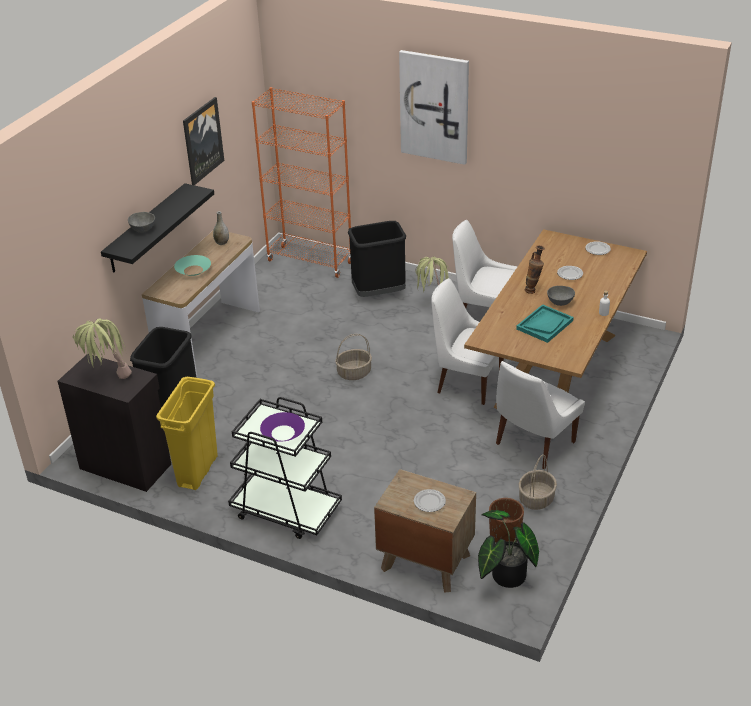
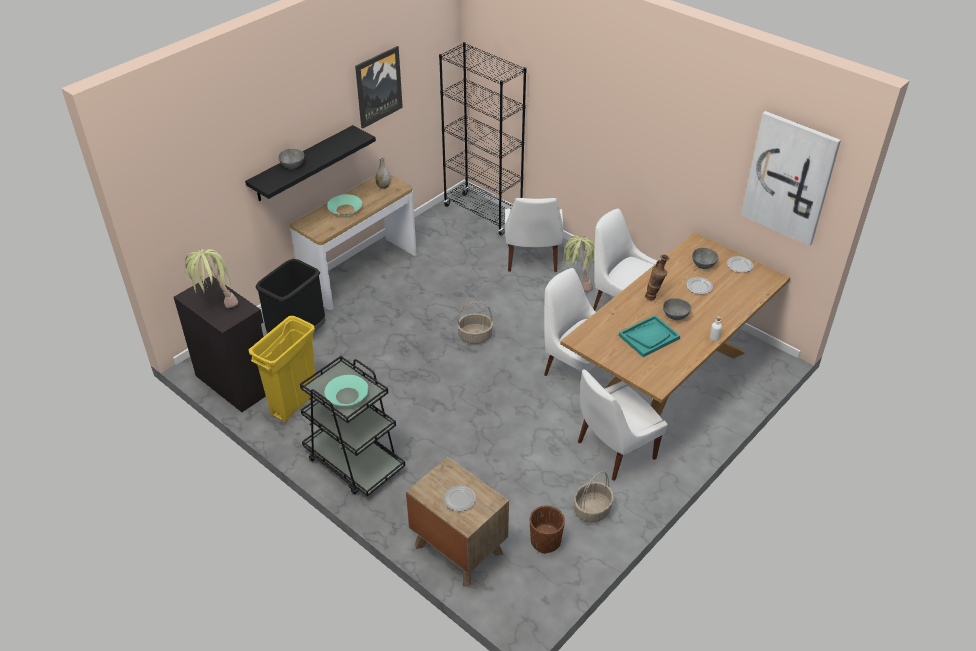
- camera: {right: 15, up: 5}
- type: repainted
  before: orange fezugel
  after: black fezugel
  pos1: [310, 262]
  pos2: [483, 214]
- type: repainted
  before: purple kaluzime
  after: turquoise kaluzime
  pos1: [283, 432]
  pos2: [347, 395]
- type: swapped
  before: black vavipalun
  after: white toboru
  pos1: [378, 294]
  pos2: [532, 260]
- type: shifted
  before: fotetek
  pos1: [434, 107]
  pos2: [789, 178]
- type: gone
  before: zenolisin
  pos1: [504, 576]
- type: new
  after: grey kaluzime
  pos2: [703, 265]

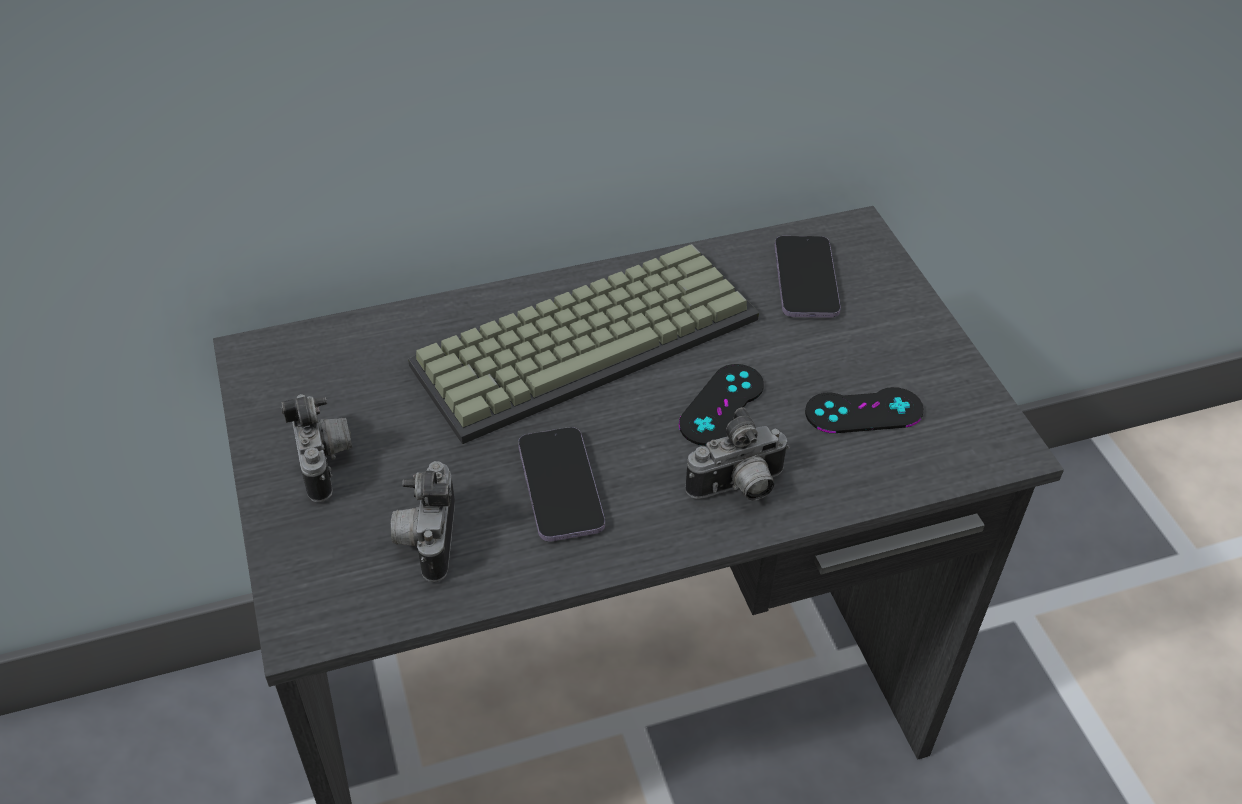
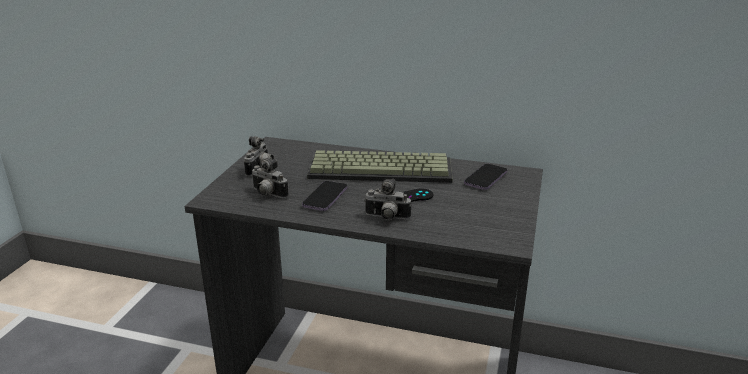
- camera: {right: 35, up: -20}
- type: rotated
  before: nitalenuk
  pos1: [427, 539]
  pos2: [267, 194]
  turn: -90
- type: gone
  before: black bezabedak
  pos1: [864, 411]

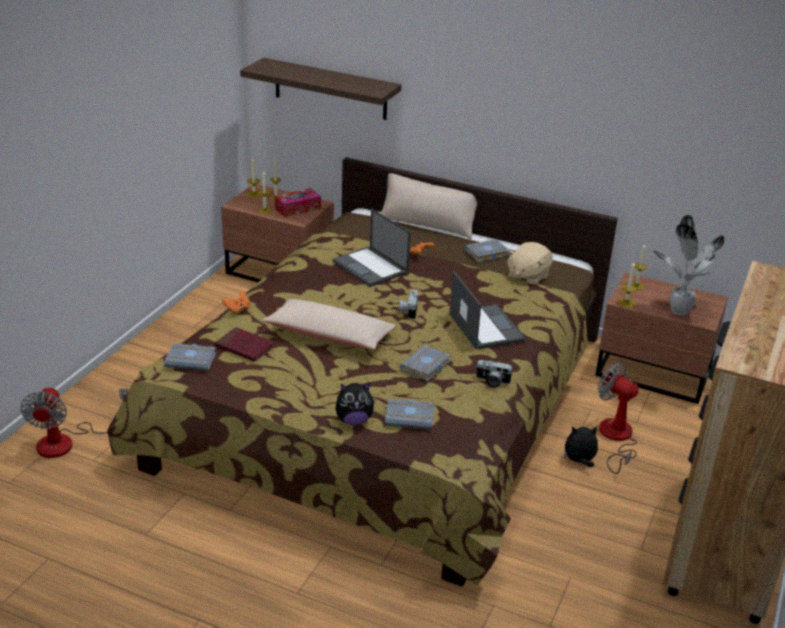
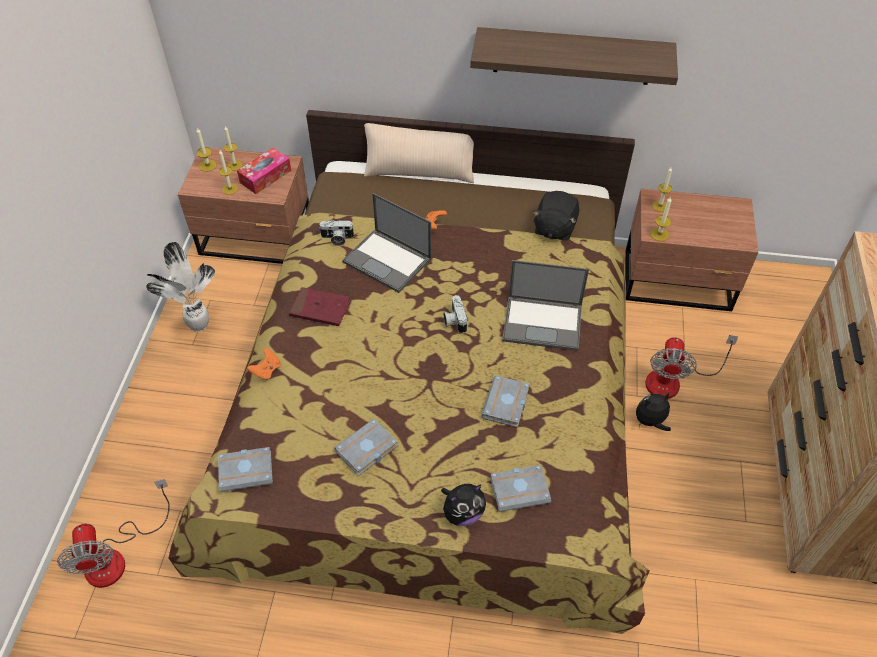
- camera: {right: -15, up: 20}
- type: shifted
  before: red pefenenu
  pos1: [245, 347]
  pos2: [320, 309]
- type: shifted
  before: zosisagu
  pos1: [330, 89]
  pos2: [572, 56]
- type: gone
  before: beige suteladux
  pos1: [329, 335]
- type: rotated
  before: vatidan
  pos1: [485, 327]
  pos2: [543, 322]
  turn: 135
- type: shifted
  before: grey pefenenu
  pos1: [486, 254]
  pos2: [366, 451]
- type: shifted
  before: nitalenuk
  pos1: [492, 381]
  pos2: [337, 239]
- type: repainted
  before: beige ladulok
  after: black ladulok
  pos1: [527, 277]
  pos2: [554, 229]
- type: rotated
  before: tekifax
  pos1: [616, 438]
  pos2: [673, 380]
  turn: -105
- type: shifted
  before: zenolisin
  pos1: [678, 311]
  pos2: [197, 326]

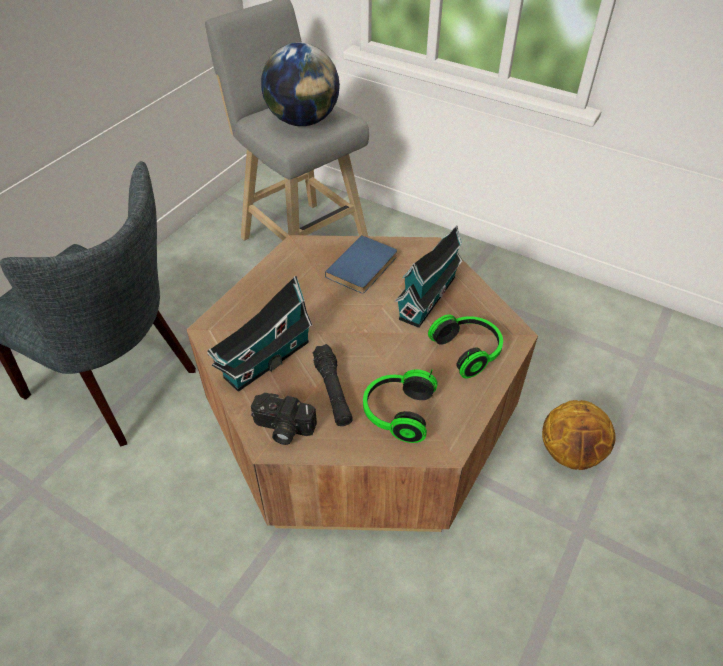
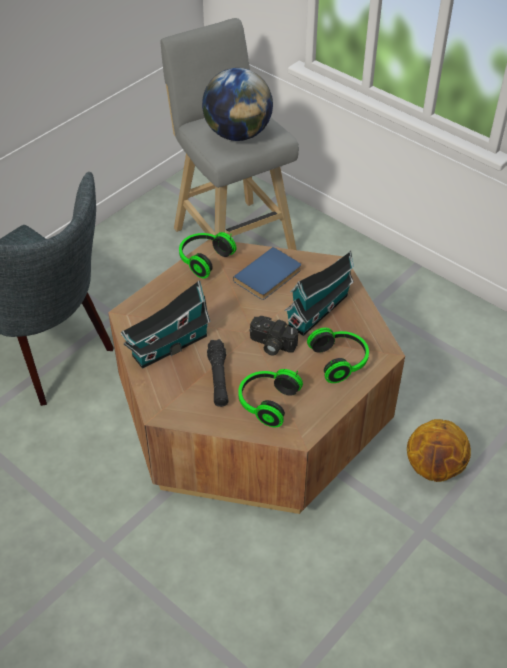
- camera: {right: 10, up: 0}
- type: shifted
  before: nitalenuk
  pos1: [282, 429]
  pos2: [271, 345]
- type: new
  after: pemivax
  pos2: [203, 259]

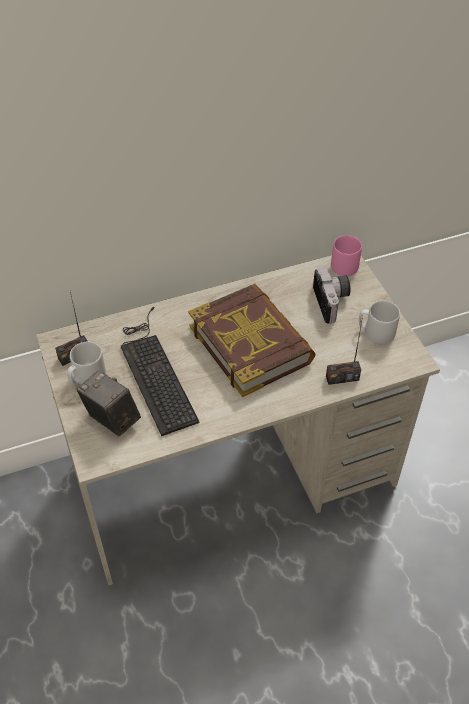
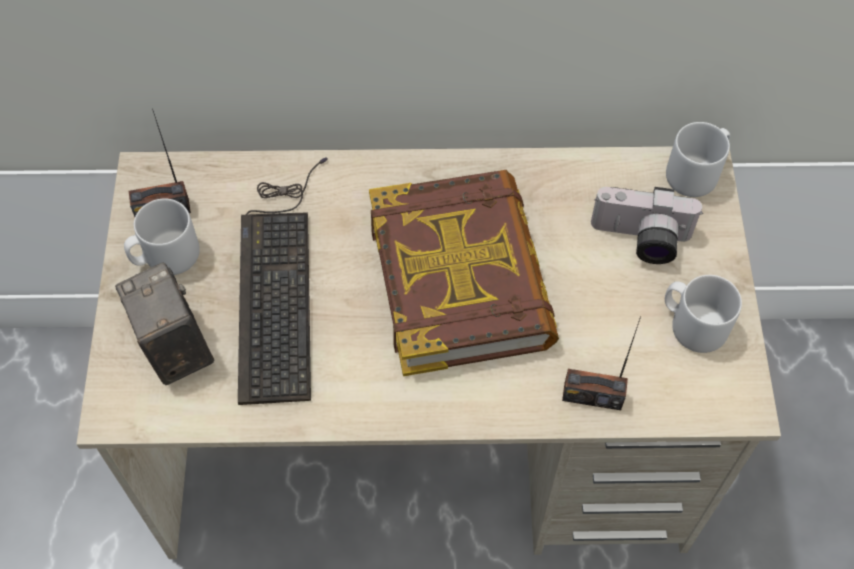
- camera: {right: 20, up: 10}
- type: rotated
  before: nitalenuk
  pos1: [333, 302]
  pos2: [640, 240]
  turn: 90
- type: repainted
  before: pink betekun
  after: grey betekun
  pos1: [346, 264]
  pos2: [696, 173]

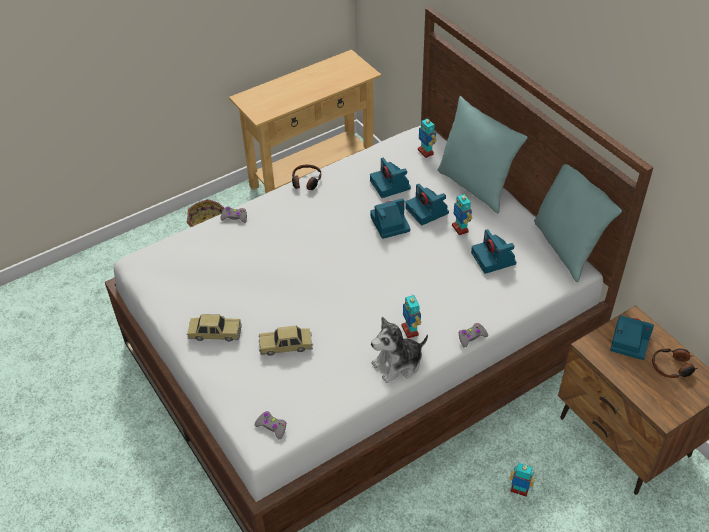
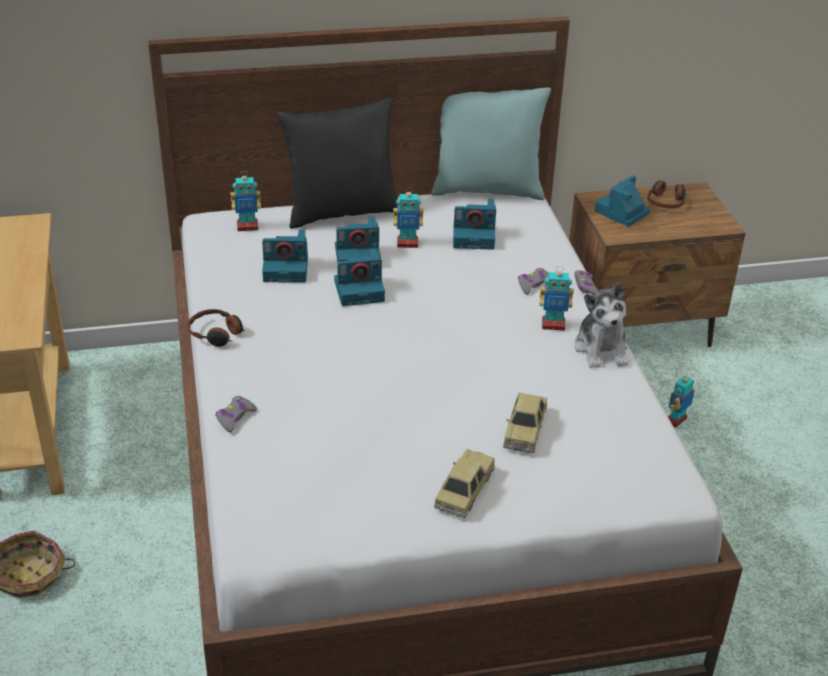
- camera: {right: -70, up: -10}
- type: shifted
  before: grey bezabedak
  pos1: [272, 427]
  pos2: [534, 285]
- type: rotated
  before: nitalenuk
  pos1: [389, 224]
  pos2: [360, 290]
  turn: -105
- type: repainted
  before: turquoise suteladux
  after: black suteladux
  pos1: [475, 186]
  pos2: [342, 212]

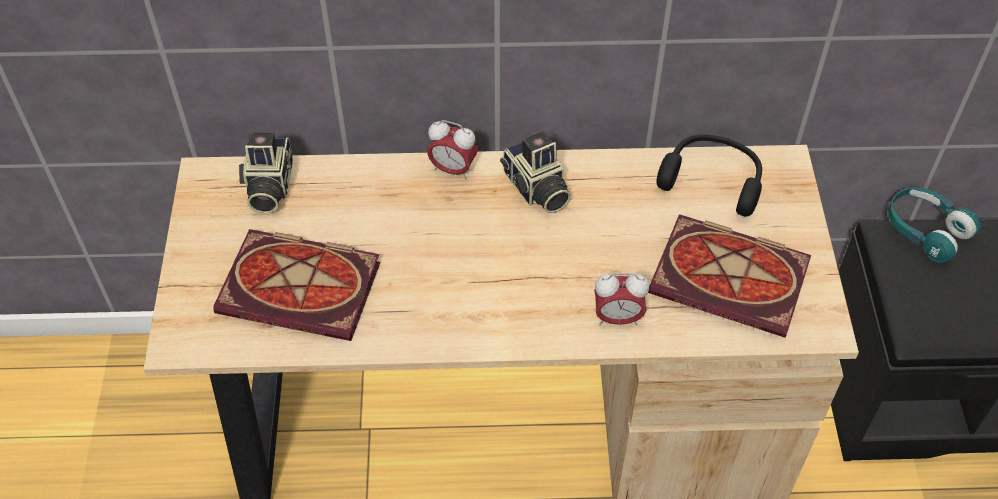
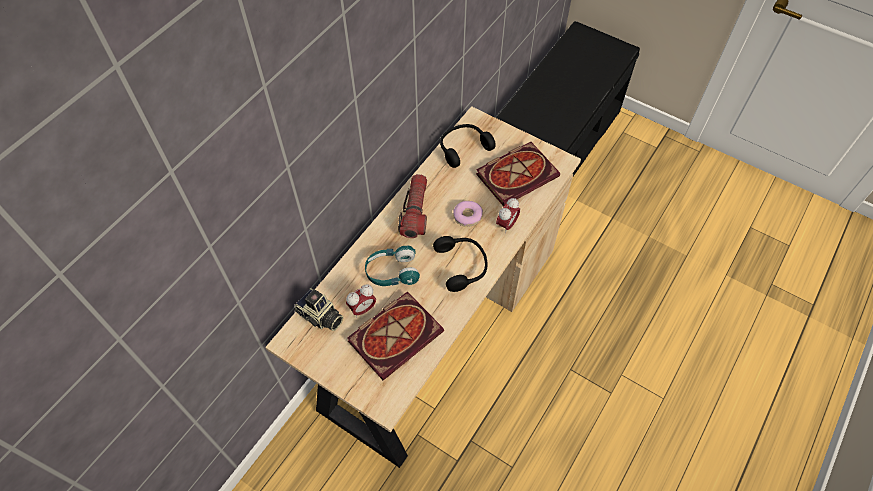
- camera: {right: -55, up: 5}
- type: shifted
  before: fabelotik
  pos1: [453, 169]
  pos2: [362, 309]
- type: swapped
  before: nitalenuk
  after: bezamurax
  pos1: [536, 189]
  pos2: [415, 211]
- type: shifted
  before: turquoise pemivax
  pos1: [925, 231]
  pos2: [392, 272]
- type: new
  after: black pemivax
  pos2: [462, 266]
- type: new
  after: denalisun
  pos2: [467, 216]

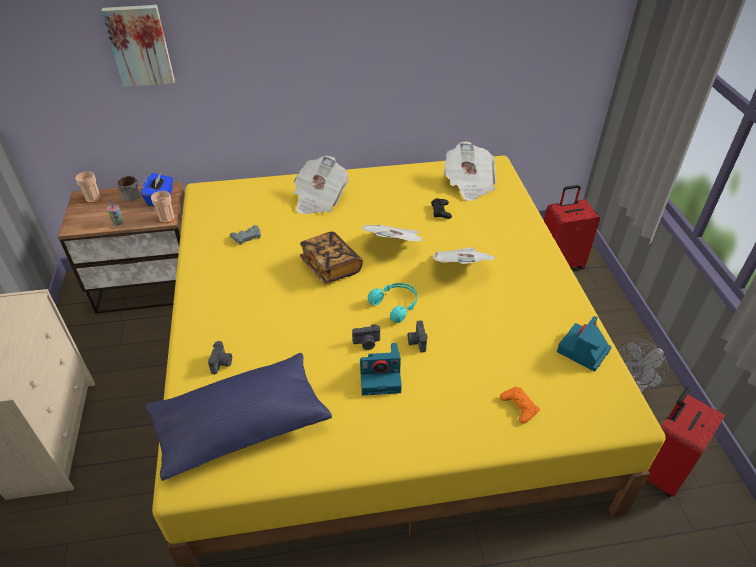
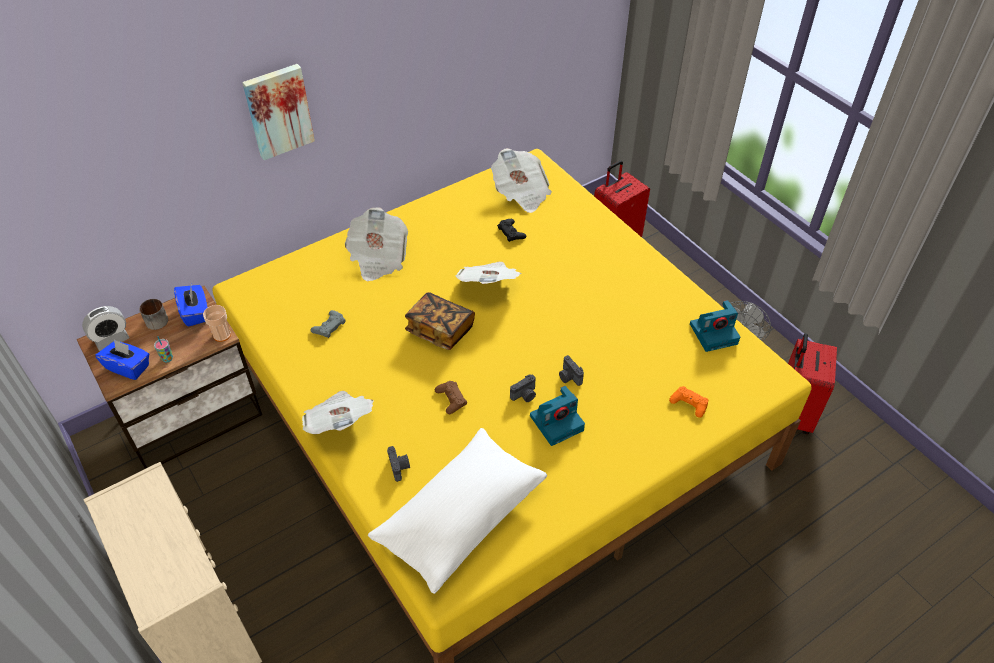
- camera: {right: -25, up: 5}
- type: swapped
  before: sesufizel
  after: fabelotik
  pos1: [93, 198]
  pos2: [112, 339]
- type: shifted
  before: fotetek
  pos1: [140, 45]
  pos2: [278, 111]
- type: repainted
  before: blue suteladux
  after: white suteladux
  pos1: [241, 425]
  pos2: [460, 517]
- type: gone
  before: turquoise pemivax
  pos1: [396, 305]
- type: shifted
  before: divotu
  pos1: [461, 268]
  pos2: [339, 423]
- type: rotated
  before: nitalenuk
  pos1: [583, 351]
  pos2: [714, 333]
  turn: -120
- type: new
  after: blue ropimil
  pos2: [129, 367]
- type: new
  after: brown bezabedak
  pos2: [451, 399]

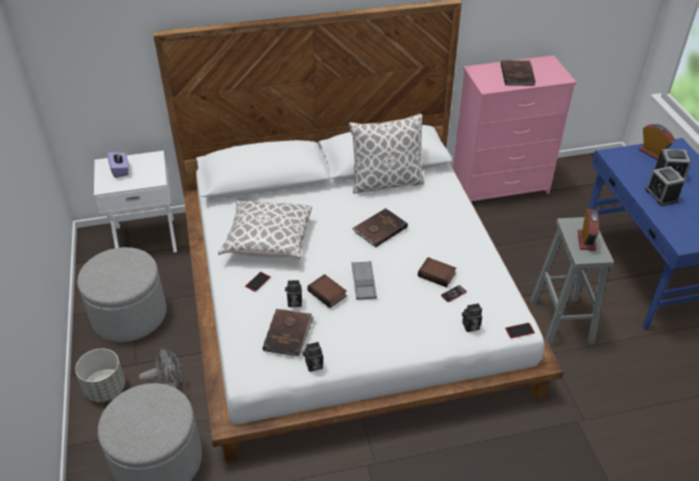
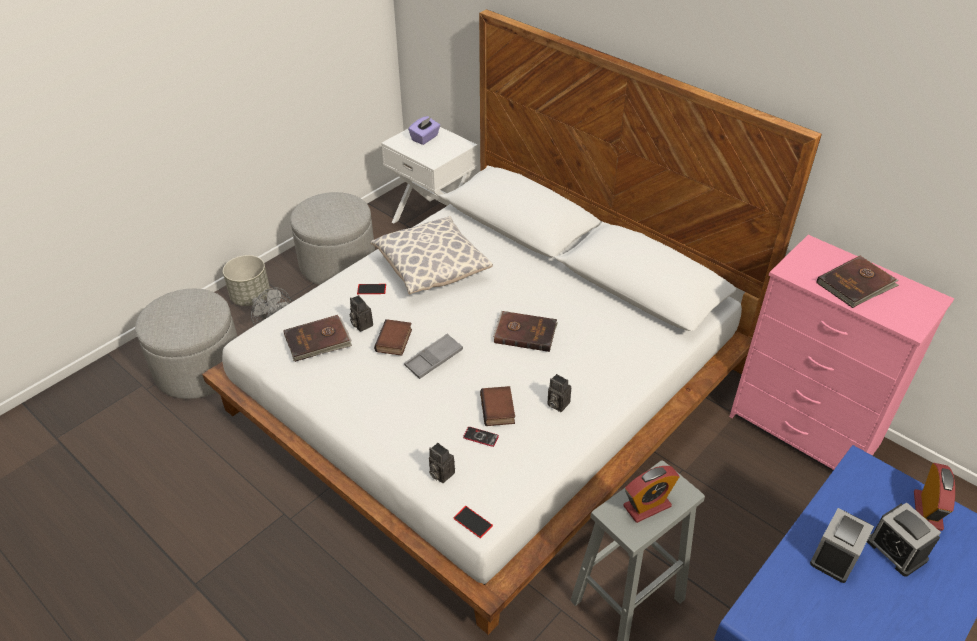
- camera: {right: 55, up: 0}
- type: shifted
  before: nitalenuk
  pos1: [313, 366]
  pos2: [556, 404]
- type: gone
  before: suteladux
  pos1: [386, 182]

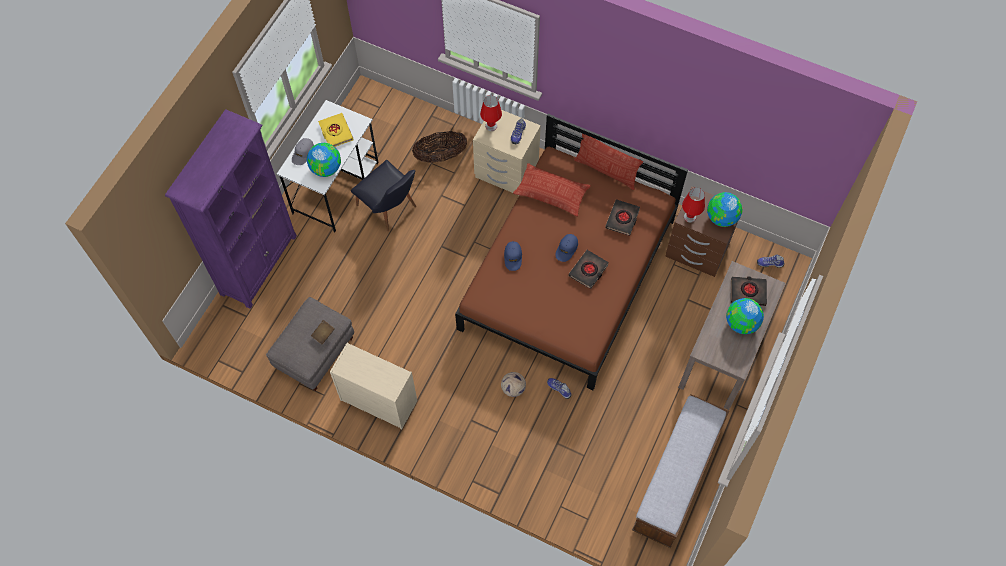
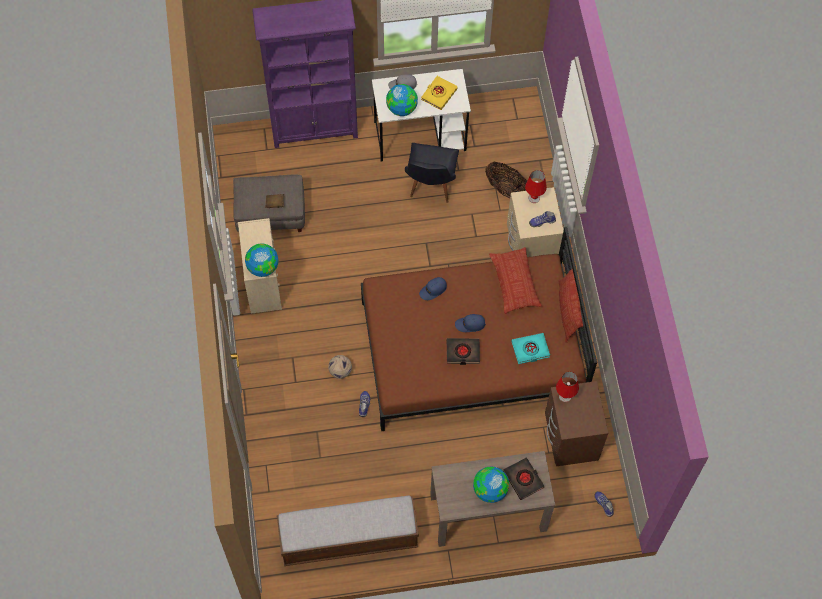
- camera: {right: 55, up: 0}
- type: repainted
  before: black pefenenu
  after: turquoise pefenenu
  pos1: [622, 219]
  pos2: [530, 349]
- type: shifted
  before: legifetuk
  pos1: [721, 218]
  pos2: [262, 267]

